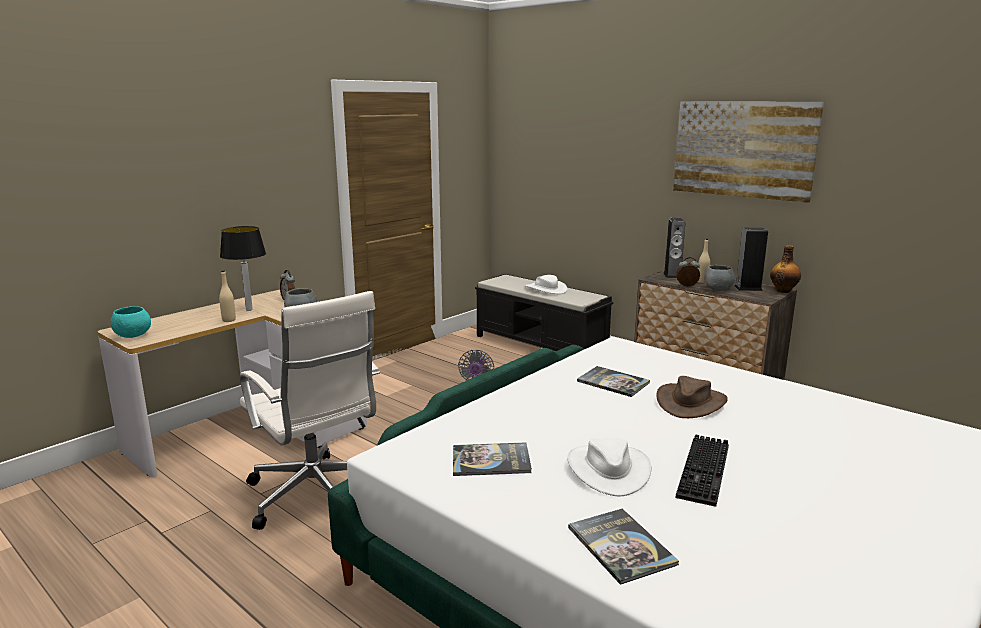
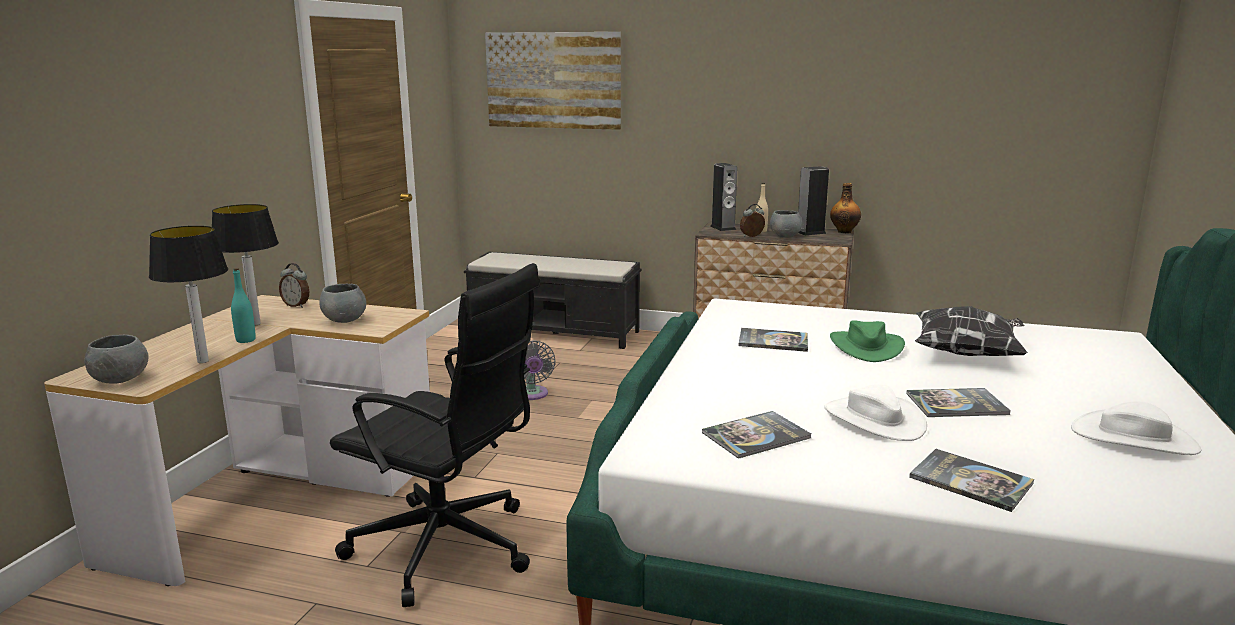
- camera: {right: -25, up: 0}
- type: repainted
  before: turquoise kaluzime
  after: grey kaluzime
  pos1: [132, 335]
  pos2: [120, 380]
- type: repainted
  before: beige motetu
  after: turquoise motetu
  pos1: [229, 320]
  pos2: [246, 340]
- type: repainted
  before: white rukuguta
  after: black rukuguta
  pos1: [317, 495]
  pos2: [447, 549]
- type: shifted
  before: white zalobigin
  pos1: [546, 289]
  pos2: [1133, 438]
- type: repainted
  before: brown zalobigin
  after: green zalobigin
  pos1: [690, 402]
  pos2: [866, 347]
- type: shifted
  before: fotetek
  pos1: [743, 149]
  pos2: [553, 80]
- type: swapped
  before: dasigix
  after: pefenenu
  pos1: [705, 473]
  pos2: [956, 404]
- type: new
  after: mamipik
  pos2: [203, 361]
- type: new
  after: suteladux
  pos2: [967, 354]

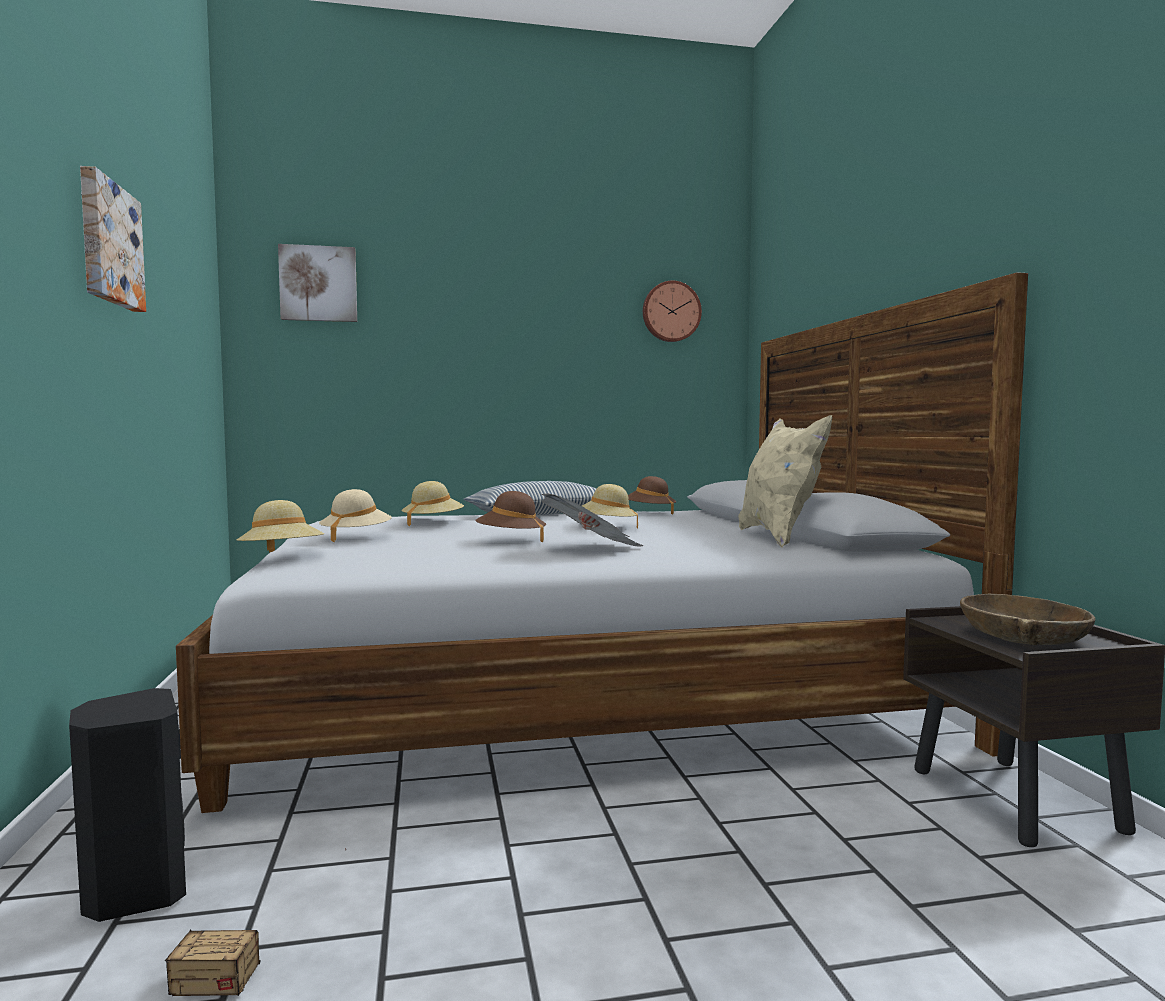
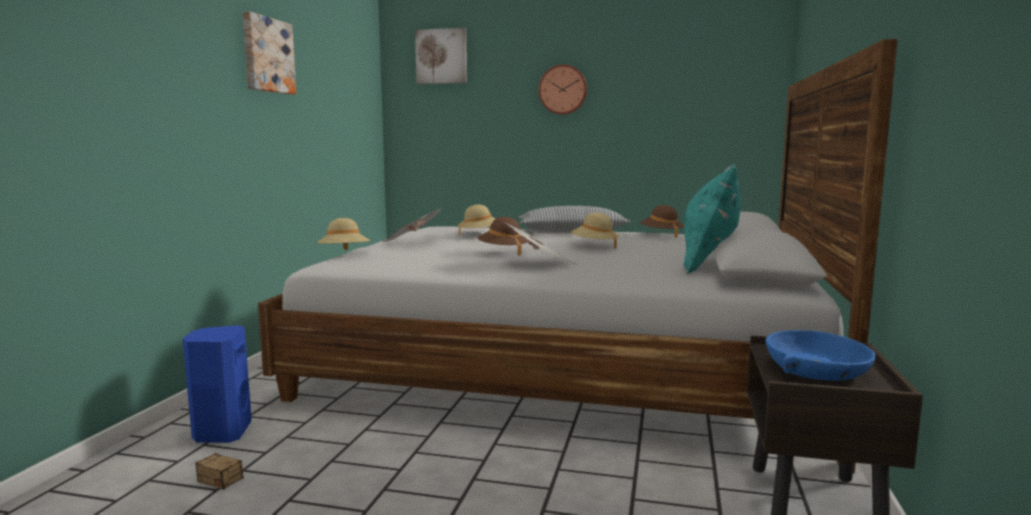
- camera: {right: 25, up: 5}
- type: repainted
  before: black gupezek
  after: blue gupezek
  pos1: [133, 893]
  pos2: [221, 433]
- type: swapped
  before: beige zalobigin
  after: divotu
  pos1: [356, 537]
  pos2: [412, 243]
- type: shifted
  before: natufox
  pos1: [671, 312]
  pos2: [563, 89]
- type: repainted
  before: beige suteladux
  after: turquoise suteladux
  pos1: [779, 537]
  pos2: [709, 265]
- type: repainted
  before: brown kaluzime
  after: blue kaluzime
  pos1: [1024, 636]
  pos2: [816, 370]

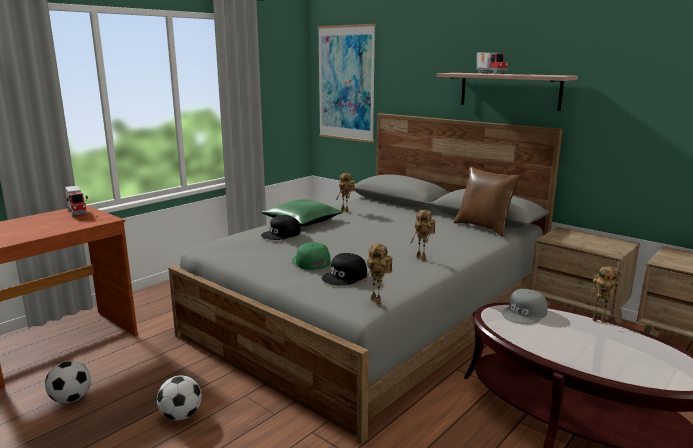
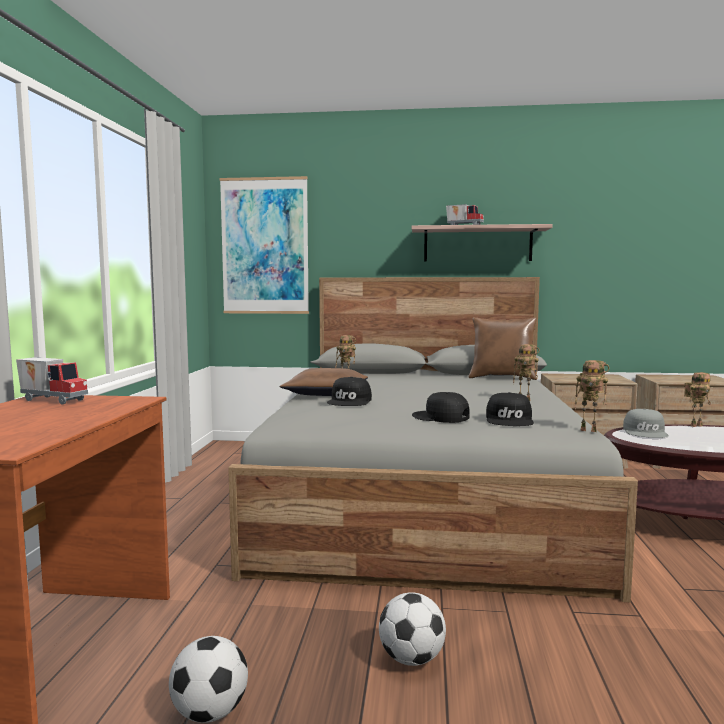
- camera: {right: -35, up: -10}
- type: repainted
  before: green suteladux
  after: brown suteladux
  pos1: [303, 221]
  pos2: [327, 393]
- type: repainted
  before: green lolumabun
  after: black lolumabun
  pos1: [310, 262]
  pos2: [440, 417]

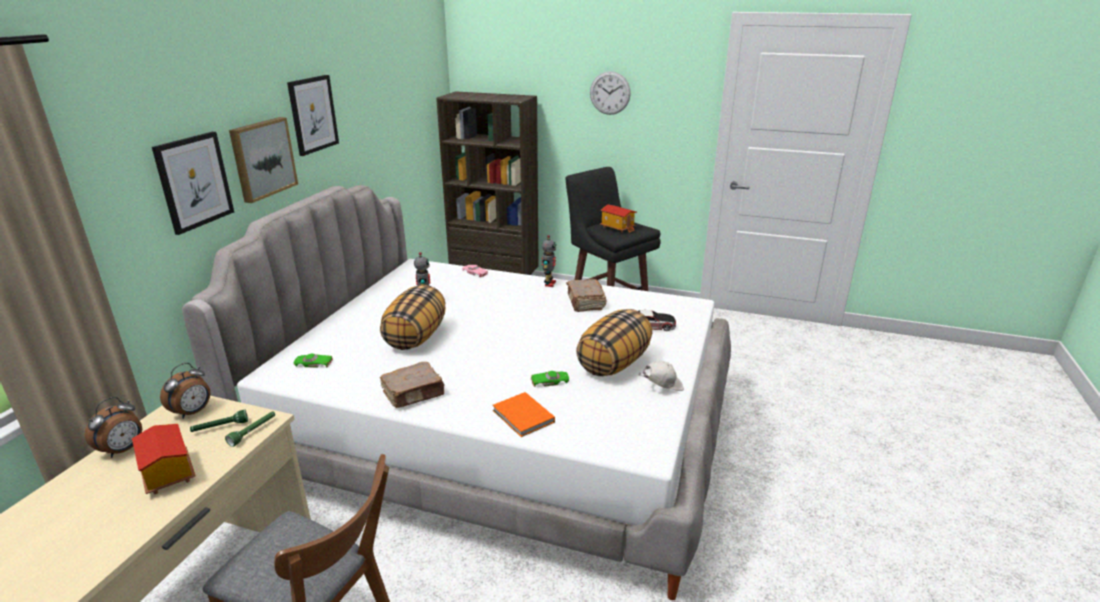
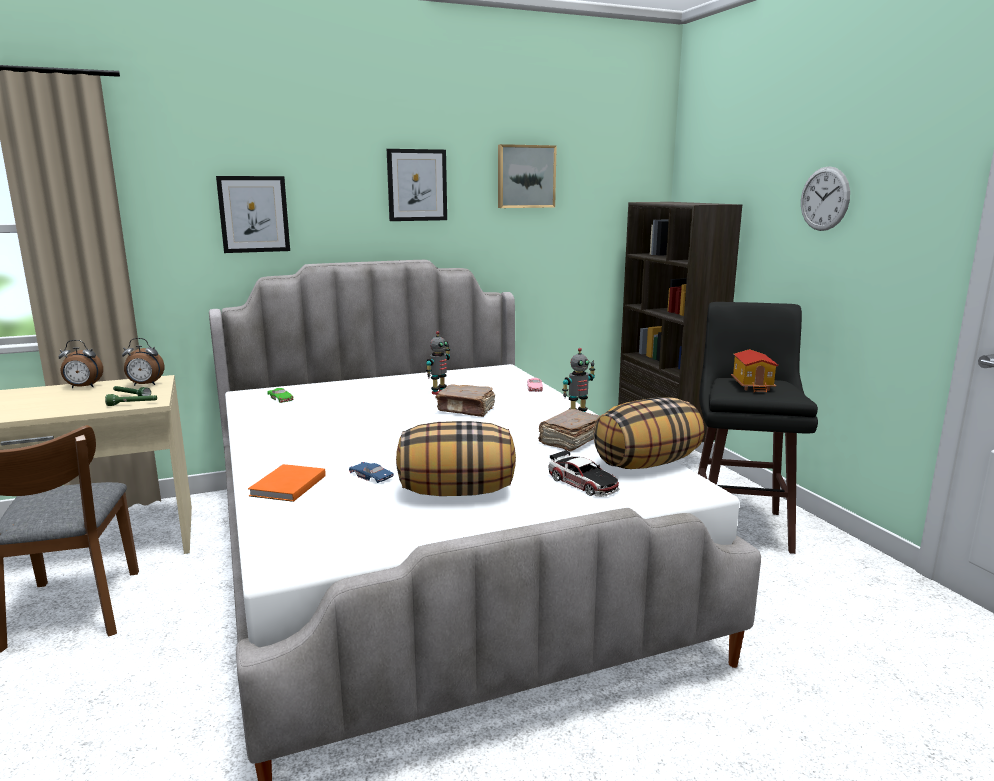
- camera: {right: 50, up: -10}
- type: gone
  before: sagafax
  pos1: [167, 474]
- type: shifted
  before: fotetek
  pos1: [262, 158]
  pos2: [525, 176]
- type: shifted
  before: suteladux
  pos1: [415, 337]
  pos2: [646, 463]
- type: shifted
  before: brown pefenenu
  pos1: [414, 394]
  pos2: [466, 410]
- type: repainted
  before: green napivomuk
  after: blue napivomuk
  pos1: [550, 381]
  pos2: [371, 476]
- type: gone
  before: white lolumabun
  pos1: [661, 386]

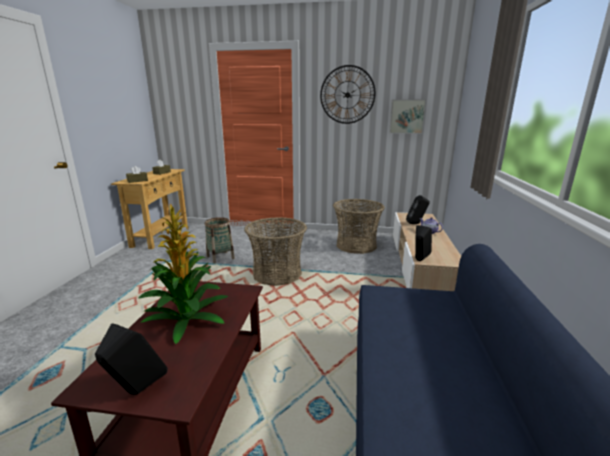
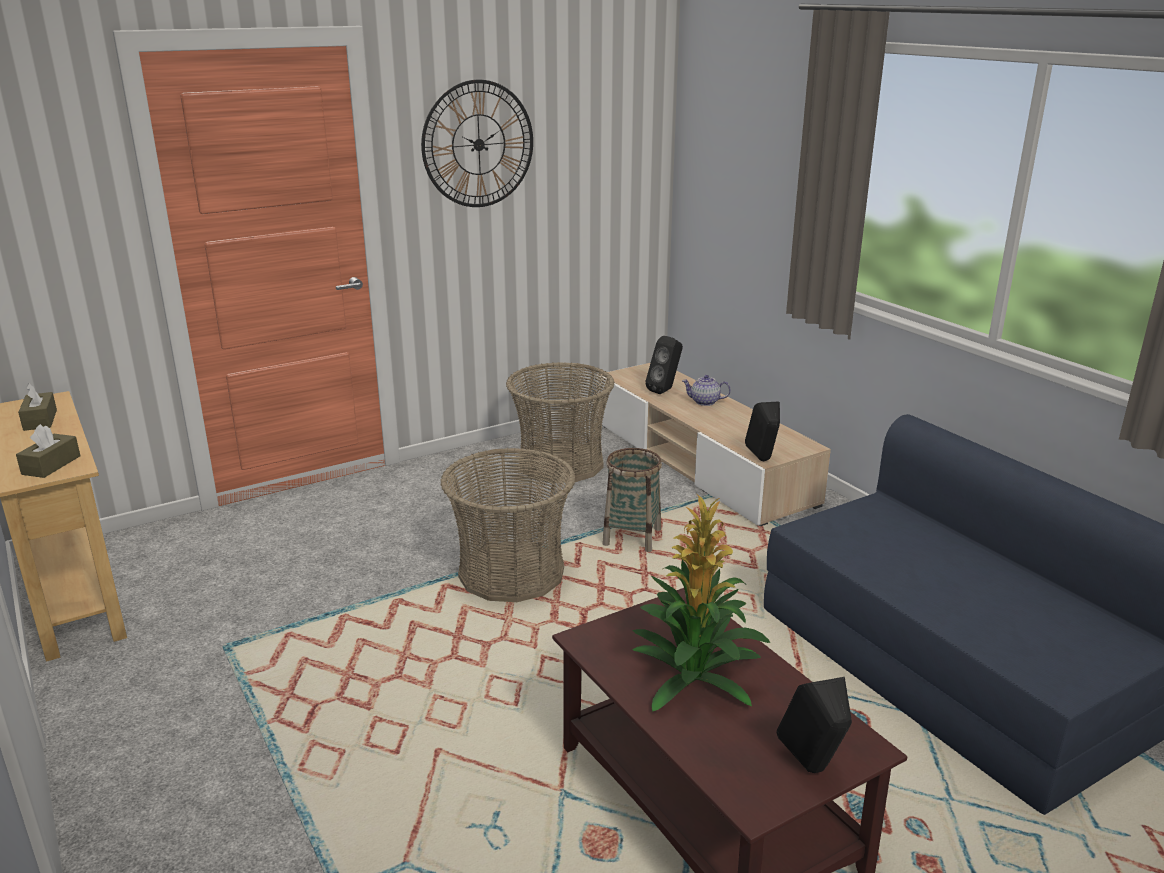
- camera: {right: -40, up: 5}
- type: shifted
  before: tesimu
  pos1: [220, 257]
  pos2: [632, 537]
- type: gone
  before: fotetek
  pos1: [406, 116]

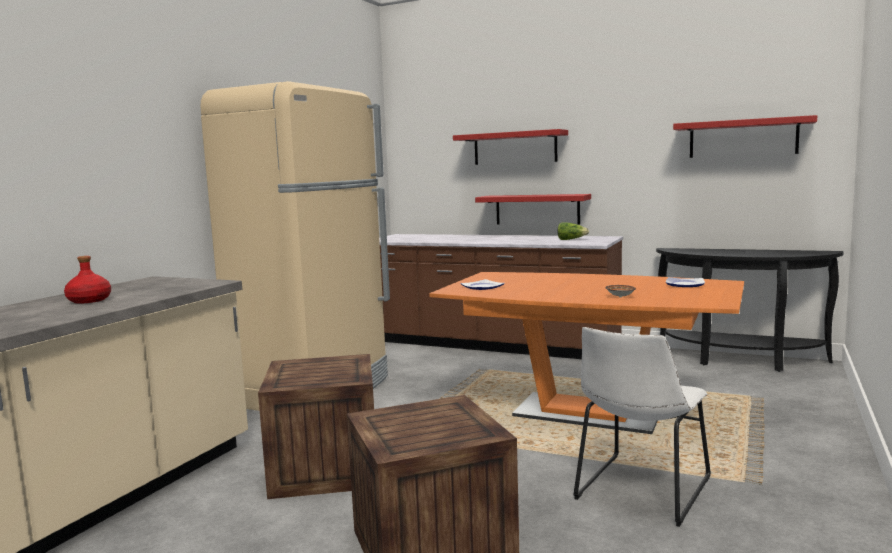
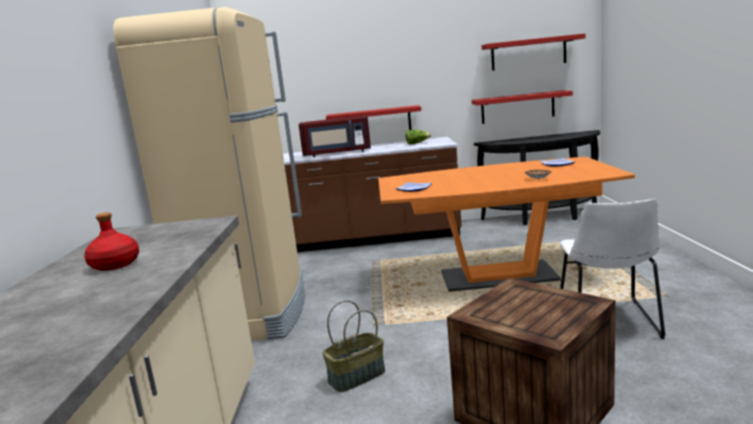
- camera: {right: -25, up: 5}
- type: swapped
  before: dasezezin
  after: tesimu
  pos1: [325, 469]
  pos2: [357, 377]
- type: shifted
  before: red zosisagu
  pos1: [515, 148]
  pos2: [517, 107]
- type: new
  after: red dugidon
  pos2: [337, 153]

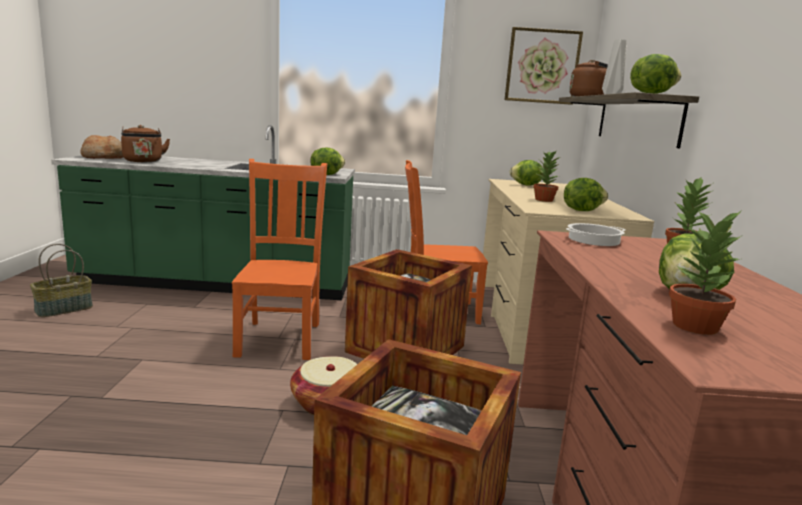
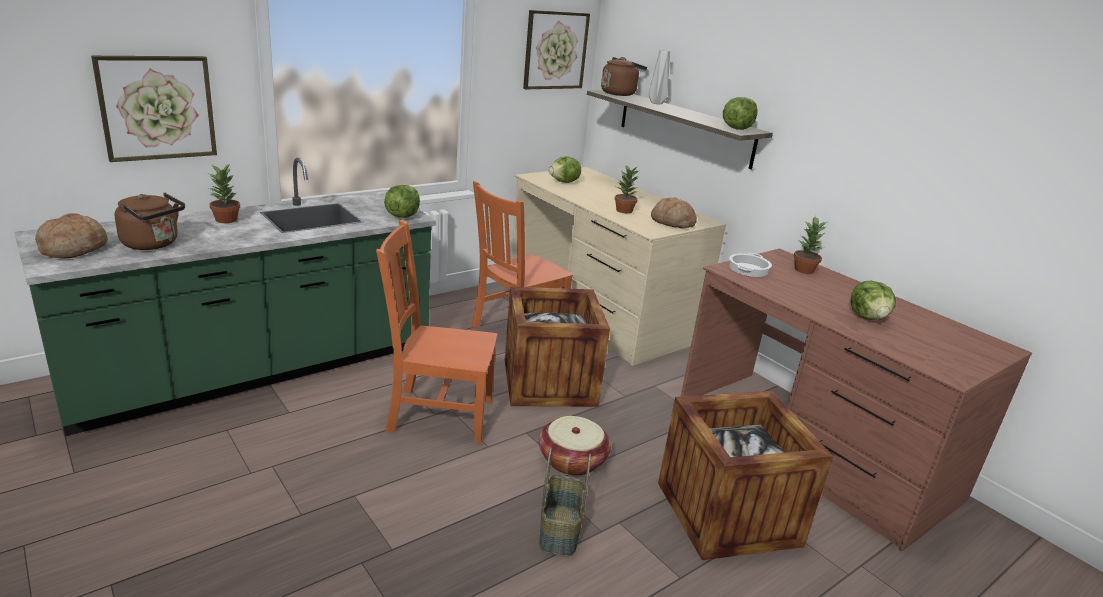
- camera: {right: -40, up: 10}
- type: shifted
  before: tesimu
  pos1: [63, 309]
  pos2: [561, 531]
- type: rotated
  before: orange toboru
  pos1: [280, 338]
  pos2: [436, 414]
  turn: -45
- type: swapped
  before: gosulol
  after: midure
  pos1: [581, 210]
  pos2: [672, 222]
- type: shifted
  before: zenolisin
  pos1: [696, 327]
  pos2: [226, 220]
- type: new
  after: fotetek
  pos2: [157, 108]

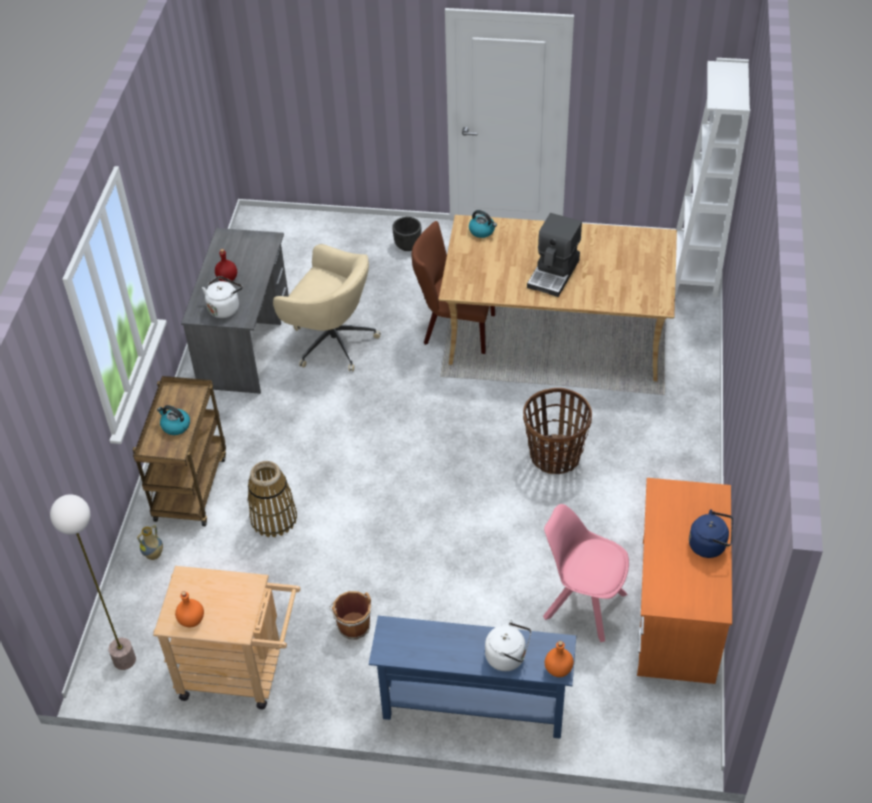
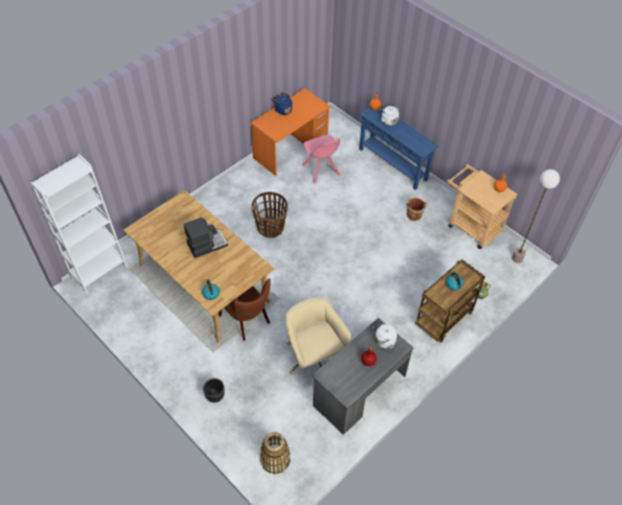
- camera: {right: -145, up: 5}
- type: shifted
  before: tesimu
  pos1: [274, 518]
  pos2: [275, 459]

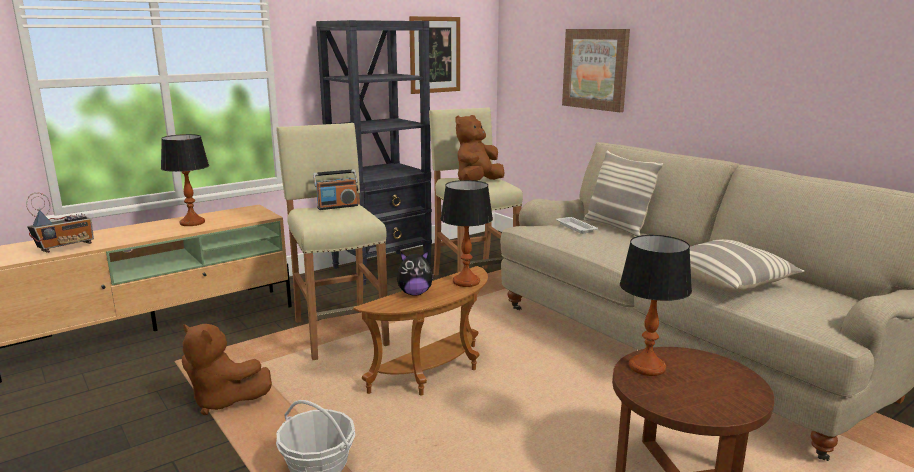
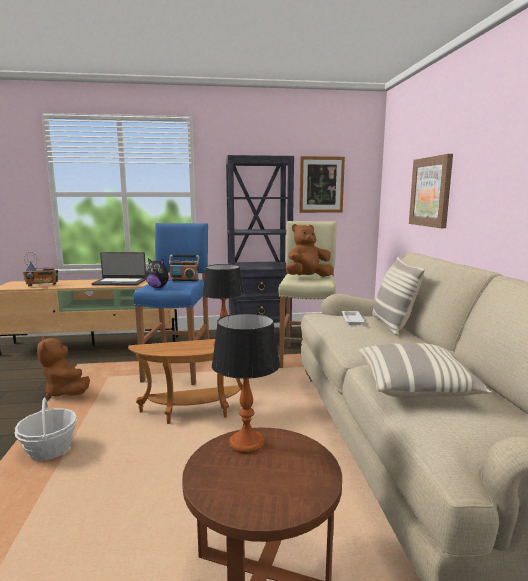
- camera: {right: 30, up: -5}
- type: swapped
  before: mamipik
  after: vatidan
  pos1: [192, 222]
  pos2: [120, 282]
- type: repainted
  before: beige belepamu
  after: blue belepamu
  pos1: [339, 332]
  pos2: [179, 369]
- type: shifted
  before: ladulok
  pos1: [415, 293]
  pos2: [158, 287]

